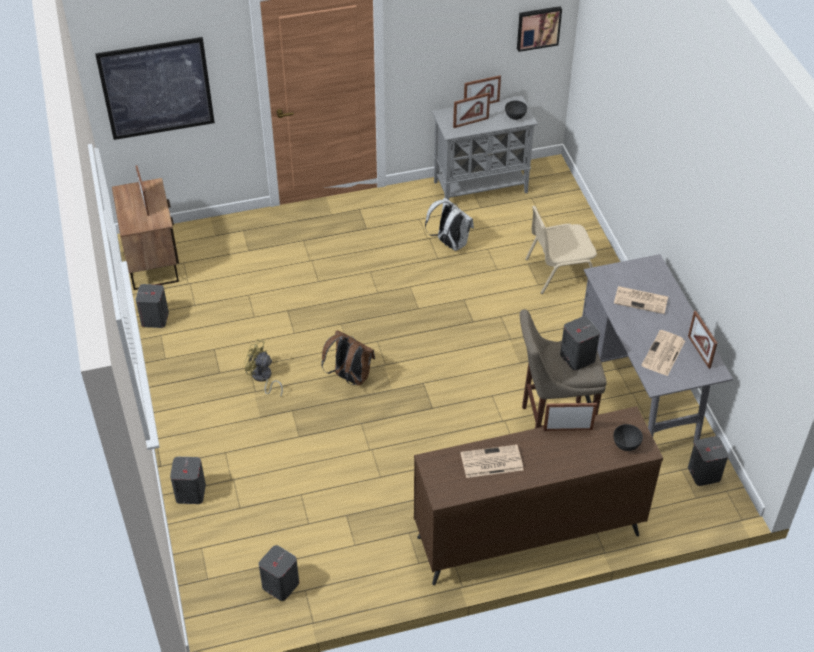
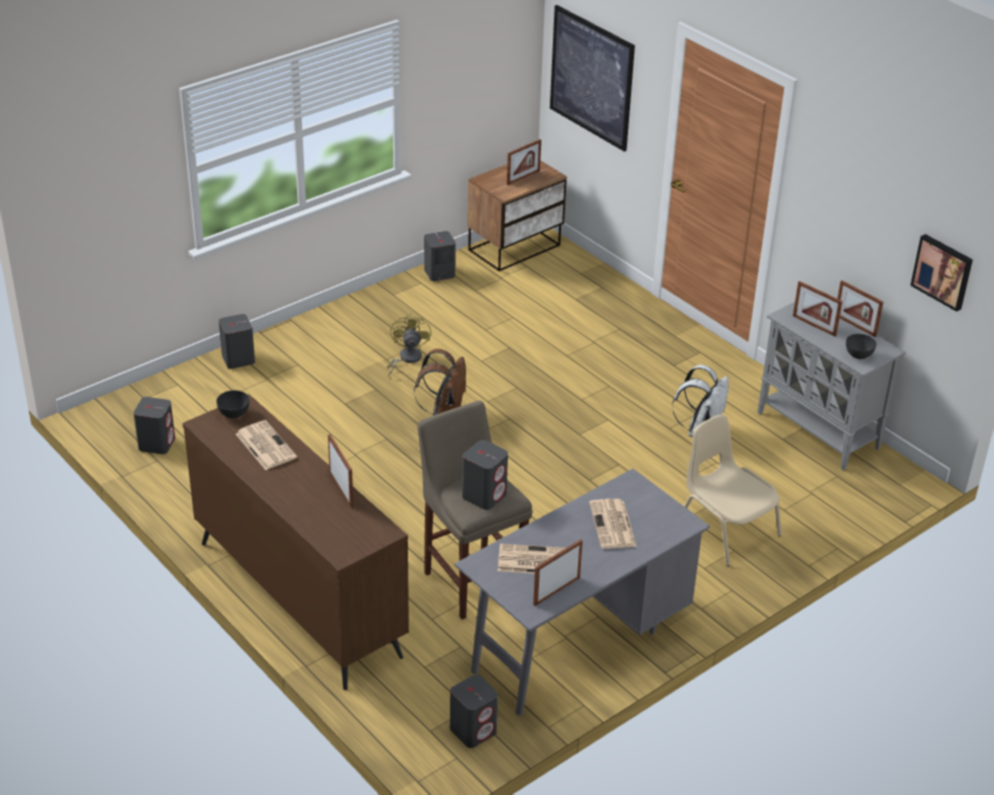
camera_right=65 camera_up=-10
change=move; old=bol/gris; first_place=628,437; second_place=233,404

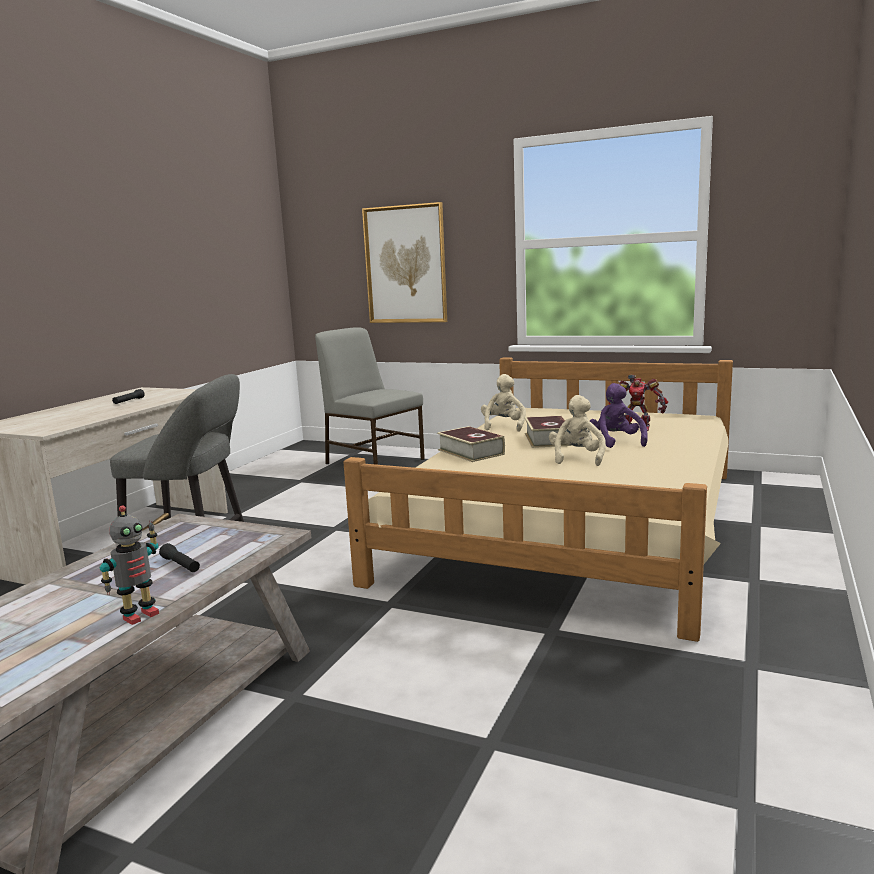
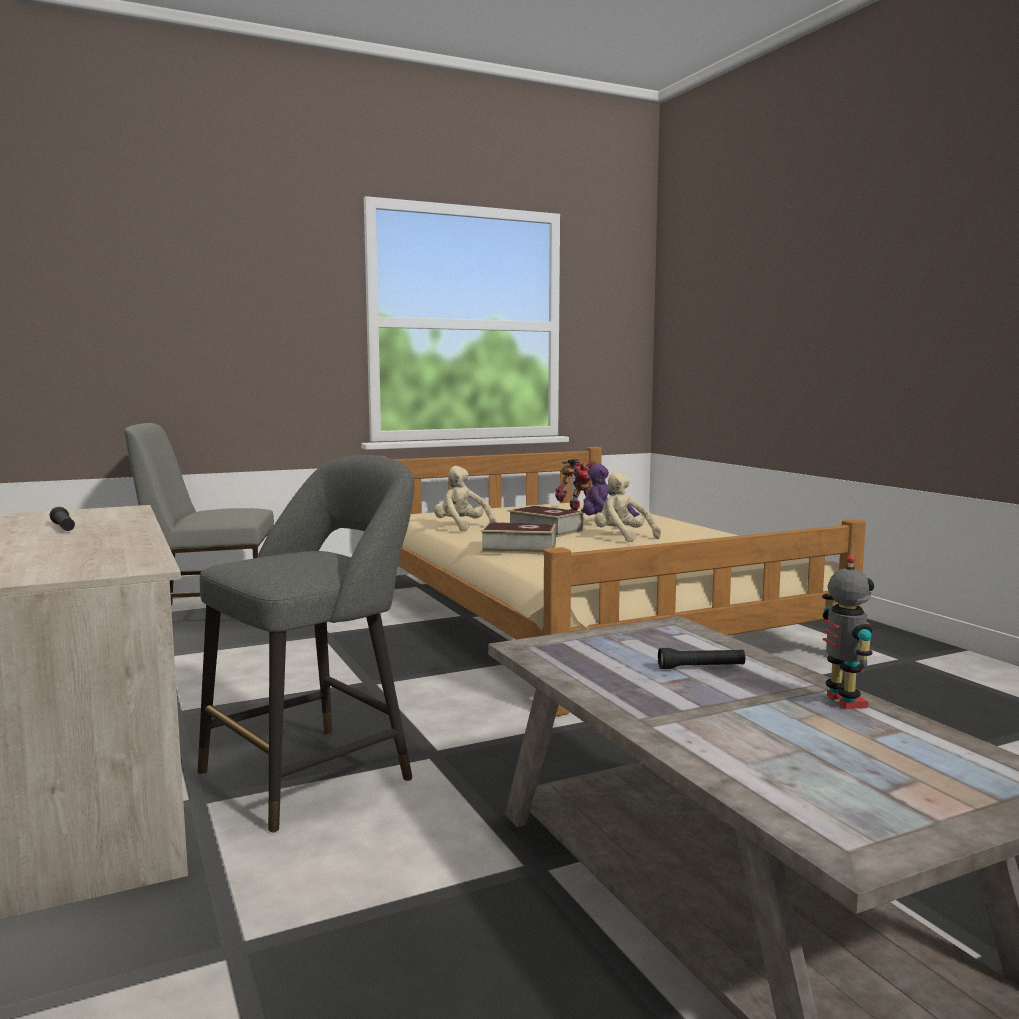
camera_right=-50 camera_up=-5
change=delete; old=tableau; first_place=404,262

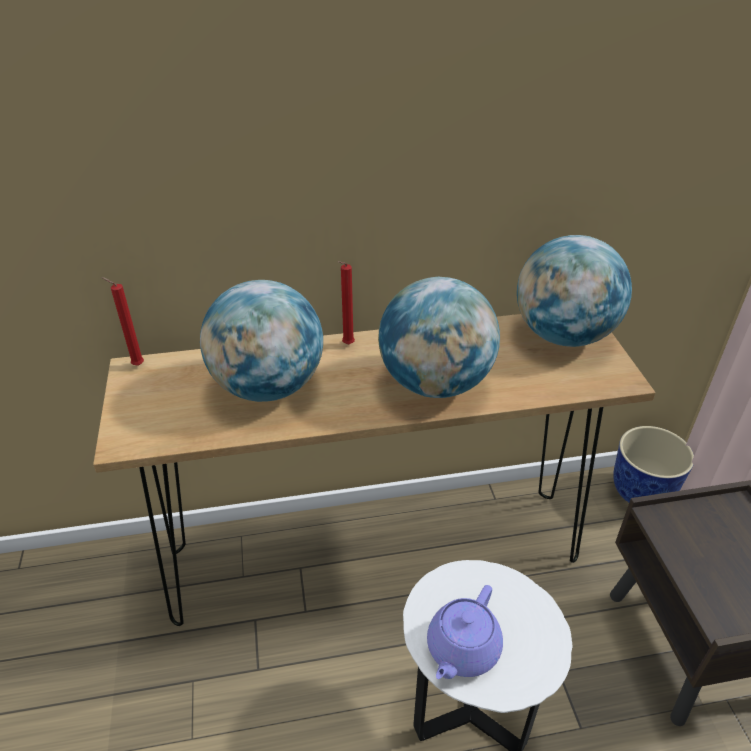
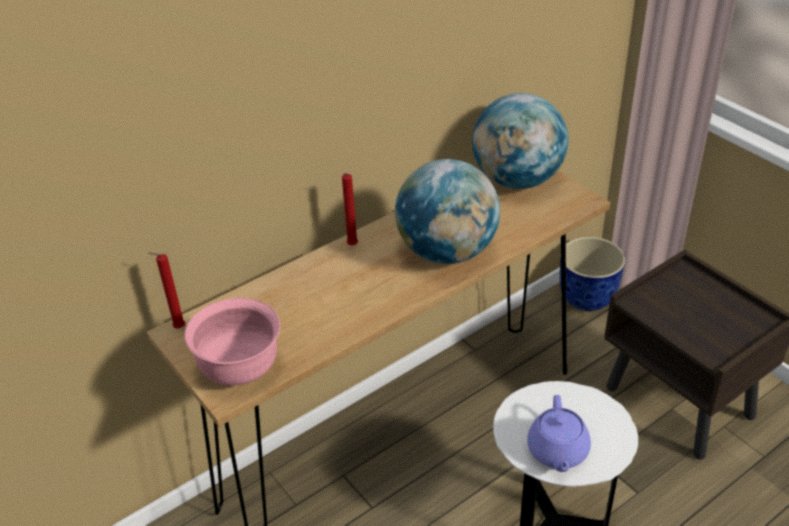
camera_right=-25 camera_up=0
change=insert; new=bol/rose; second_place=232,342
change=delete; old=globe; first_place=261,341

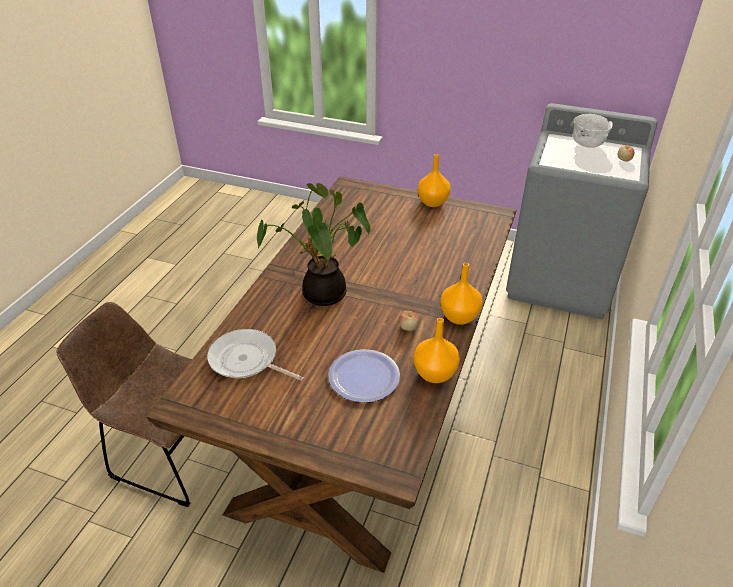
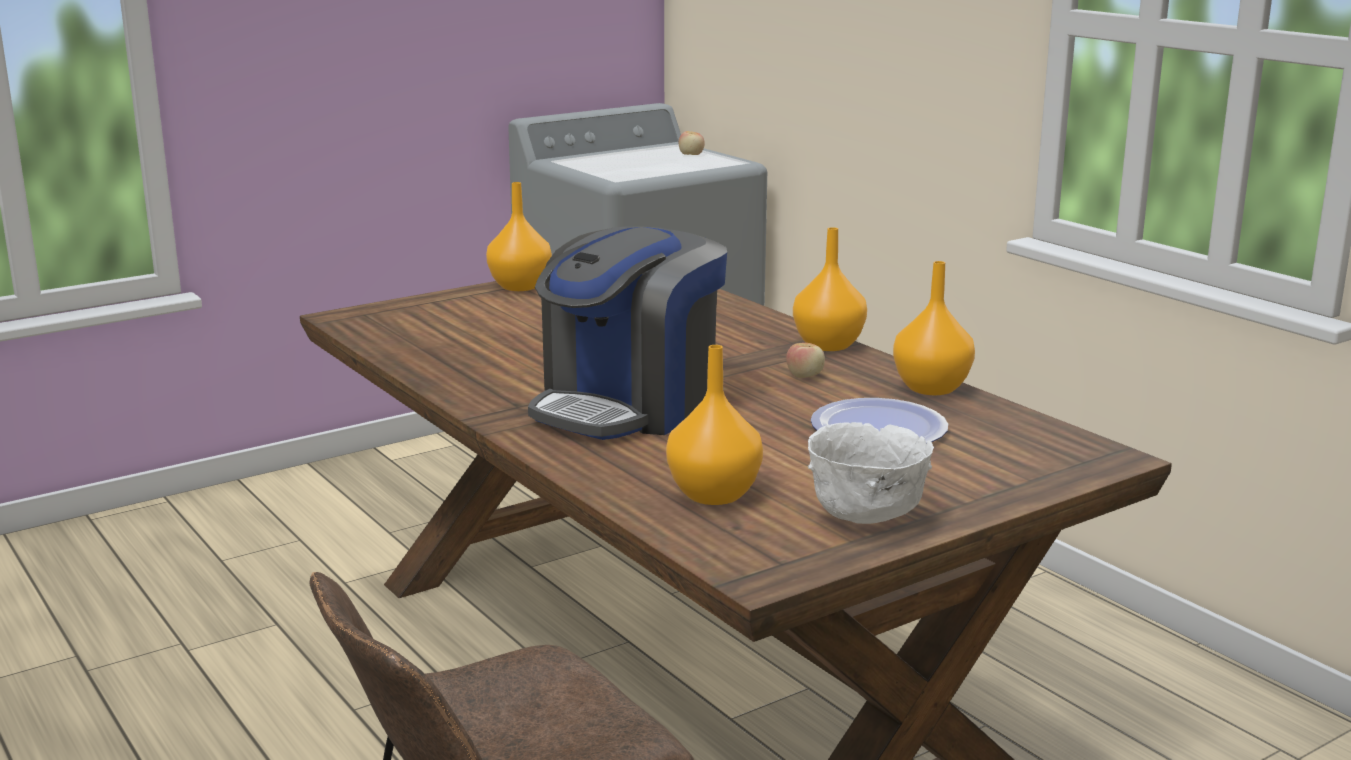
camera_right=-55 camera_up=-20
change=replace; old=plante en pot; new=machine à café; first_place=314,244; second_place=627,333
change=replace; old=poêle; new=vase/orange; first_place=255,355; second_place=714,425
change=move; old=bol/blanc; first_place=593,131; second_place=871,473

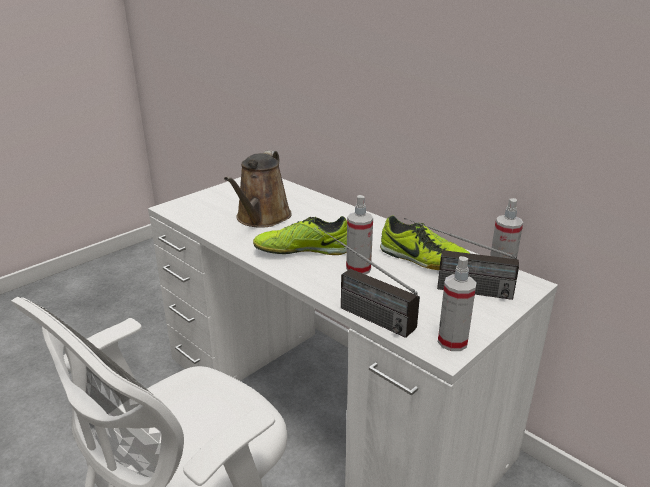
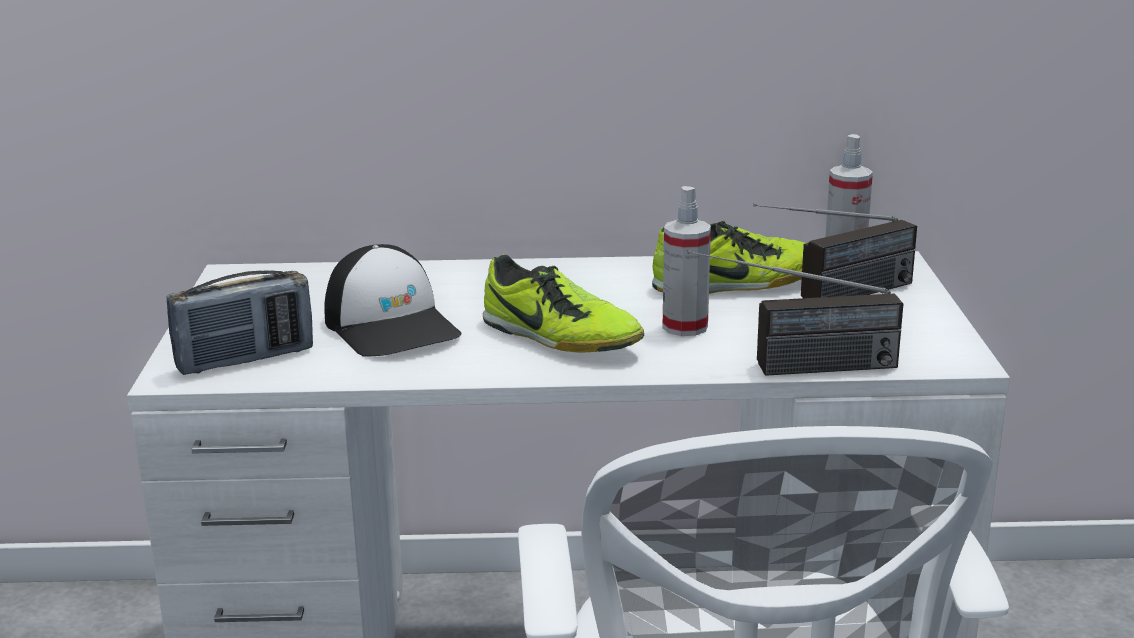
camera_right=-45 camera_up=-5
change=insert; new=radio; second_place=240,322
change=replace; old=arrosoir/marron; new=casquette; first_place=258,189; second_place=393,300
change=rotate; old=chaussure; first_place=300,235; second_place=563,303; degrees=-90
change=delete; old=vaporisateur; first_place=457,303

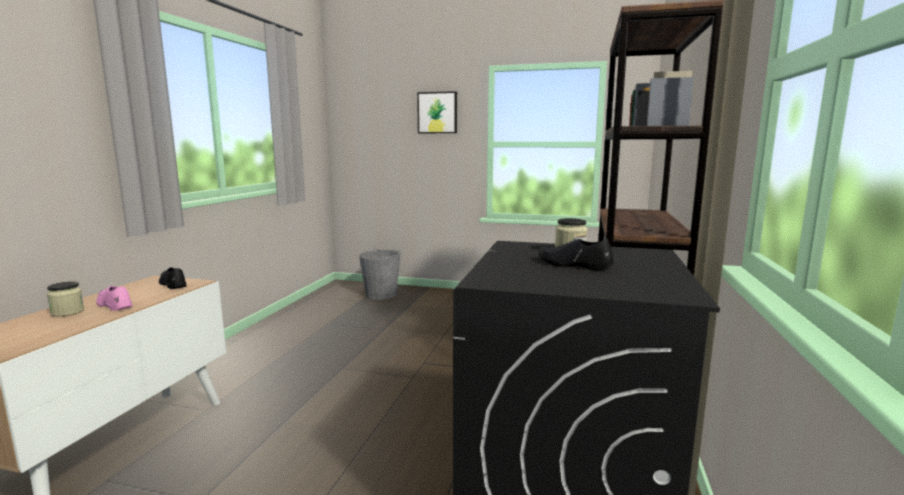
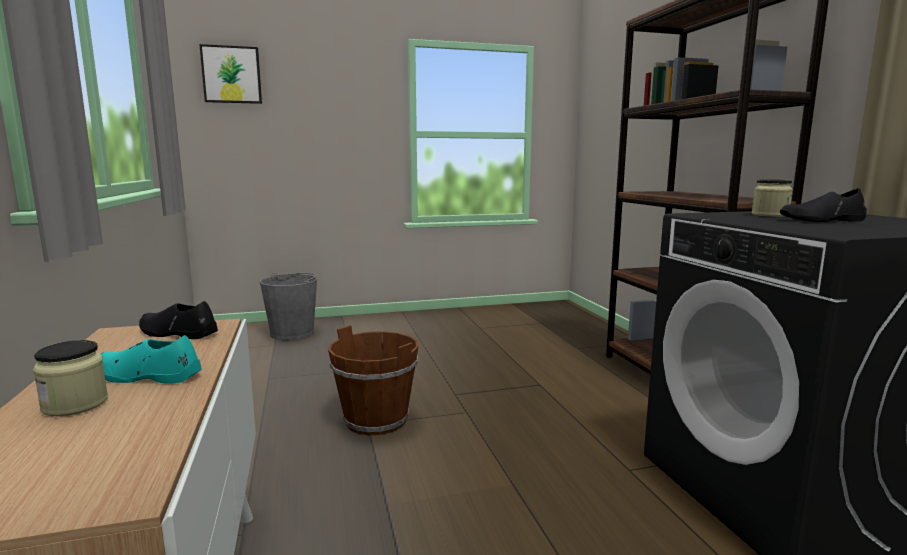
camera_right=-30 camera_up=0
change=recolor; old=chaussure/rose; new=chaussure/turquoise; first_place=114,298; second_place=151,359
change=move; old=tableau; first_place=437,112; second_place=230,74
change=insert; new=seau/marron; second_place=373,380

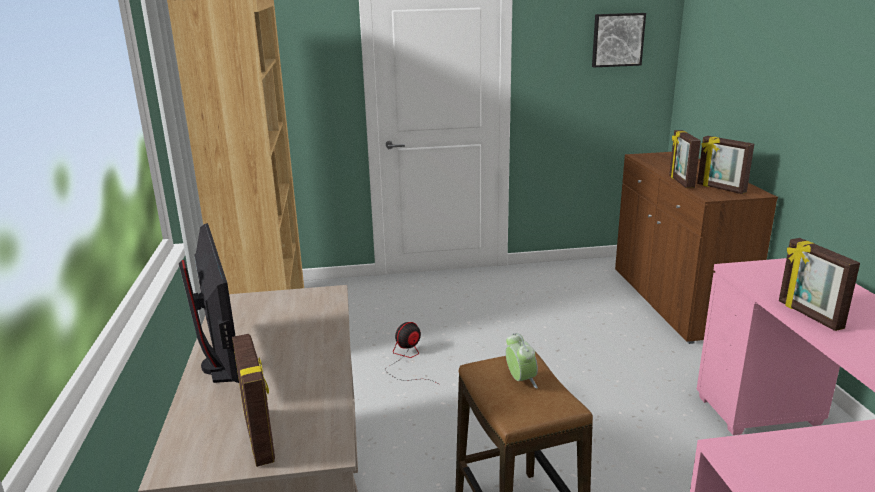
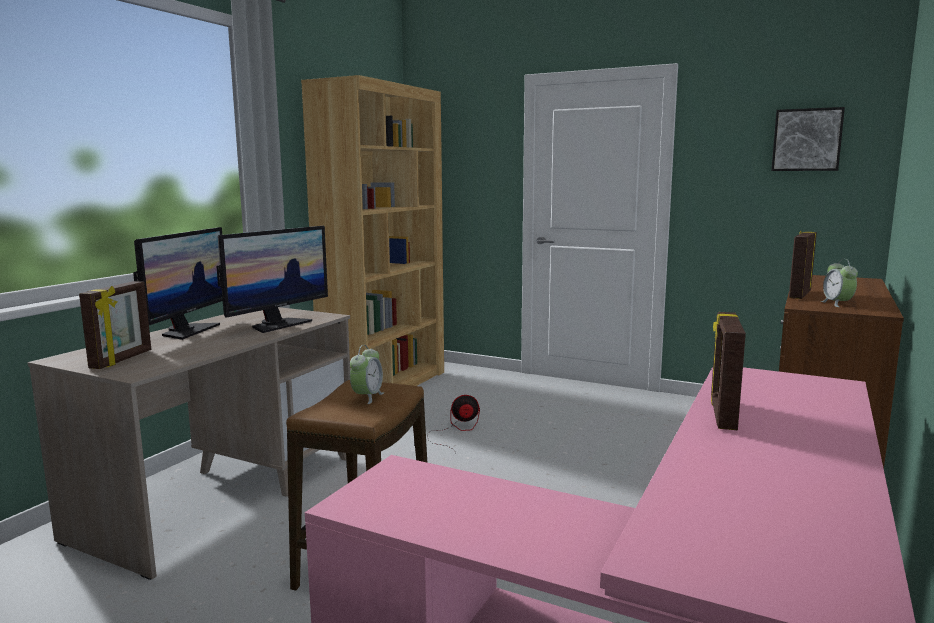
camera_right=35 camera_up=-10
change=insert; new=écran d'ordinateur; second_place=272,279
change=replace; old=cadre photo; new=réveil; first_place=725,165; second_place=839,283

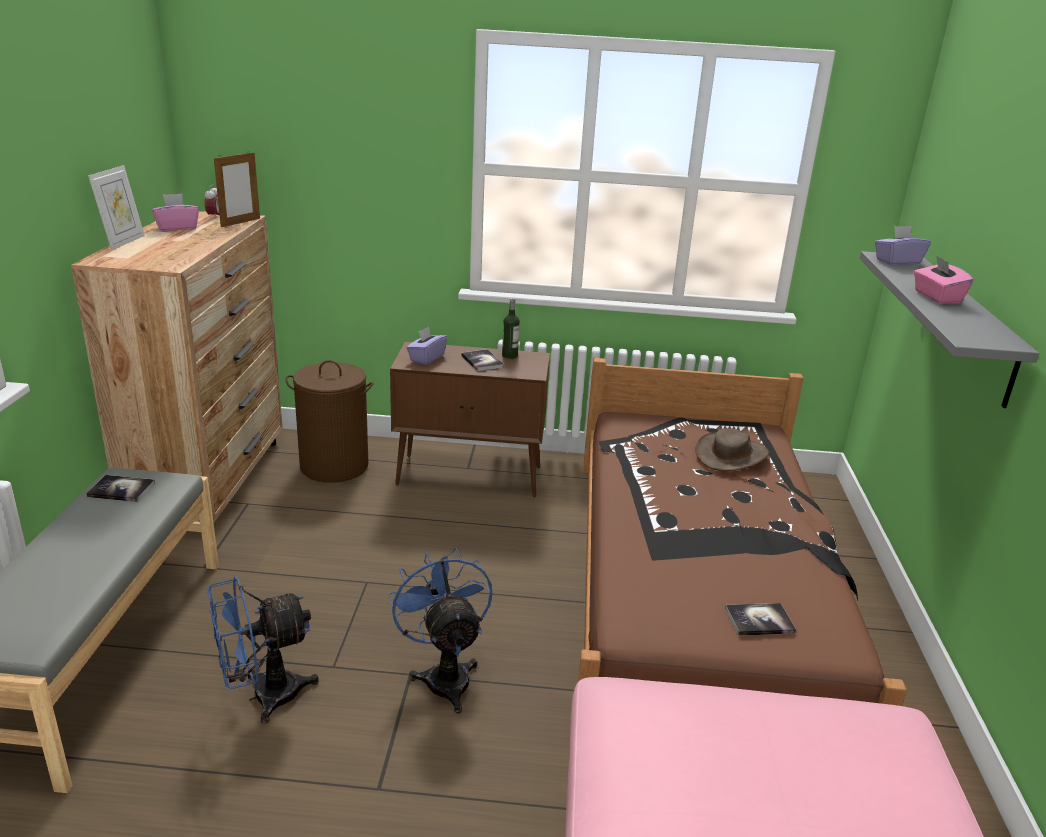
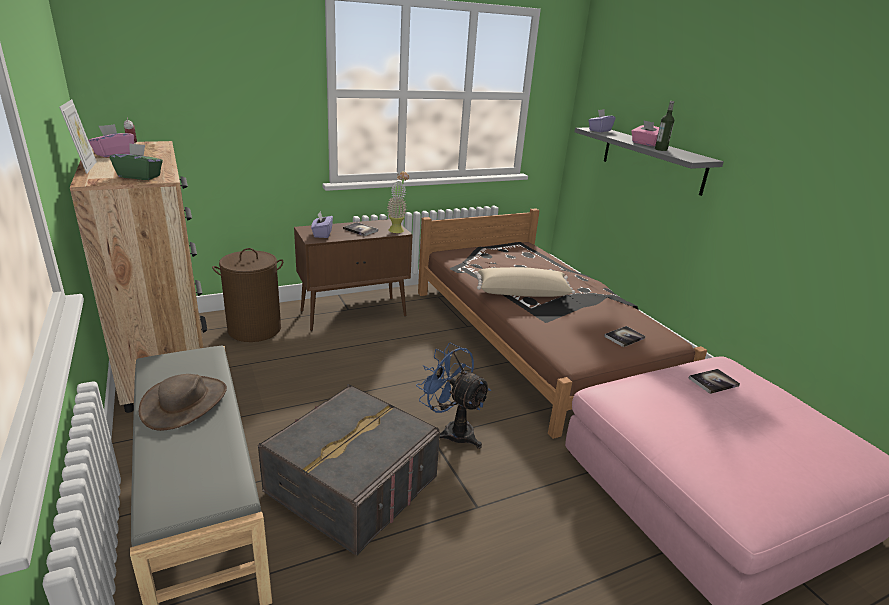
camera_right=-30 camera_up=0
change=insert; new=boîte à mouchoirs/vert; second_place=136,161
change=move; old=chapeau/marron; first_place=732,449; second_place=183,402
change=replace; old=ventilateur/bleu; new=boîte de rangement/gris; first_place=263,650; second_place=349,469
change=insert; new=plante en pot; second_place=398,202
change=insert; new=coussin/beige; second_place=525,282
change=move; old=bouteille; first_place=511,328; second_place=664,126
change=move; old=livre; first_place=120,488; second_place=714,381
change=delete; old=cadre photo; first_place=237,189

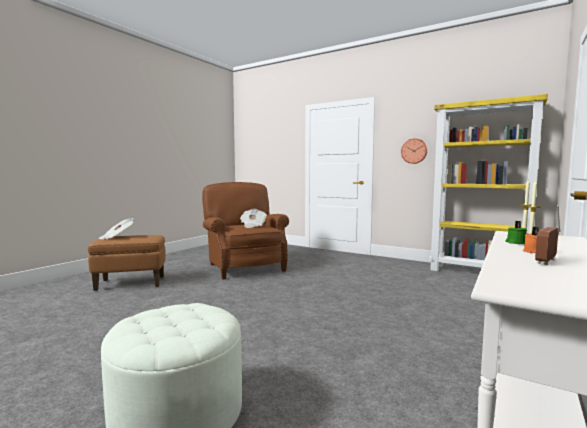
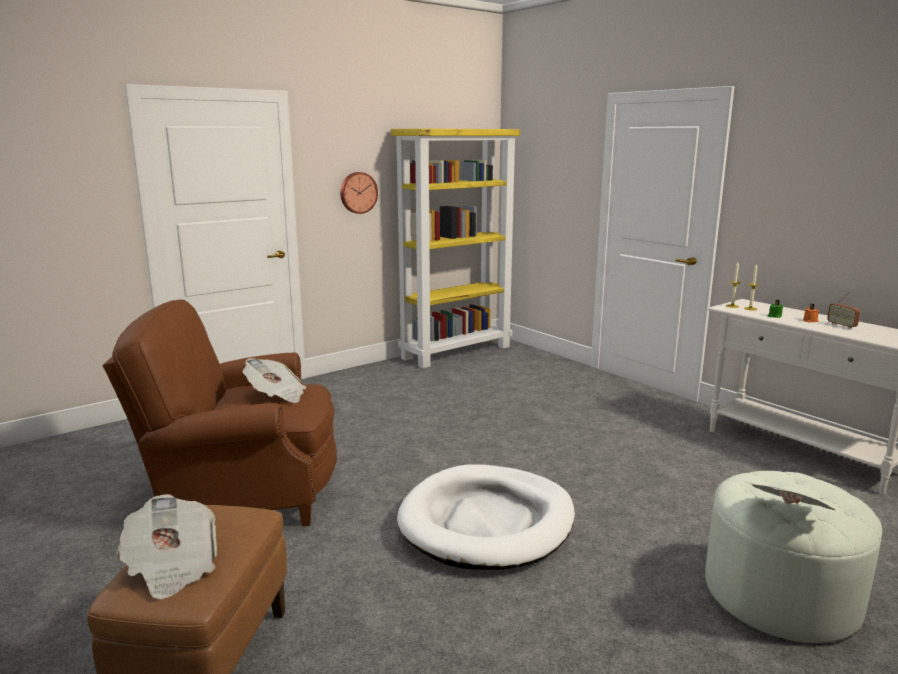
camera_right=-70 camera_up=10
change=insert; new=panier pour chien/blanc; second_place=486,517
change=insert; new=journal; second_place=790,495

